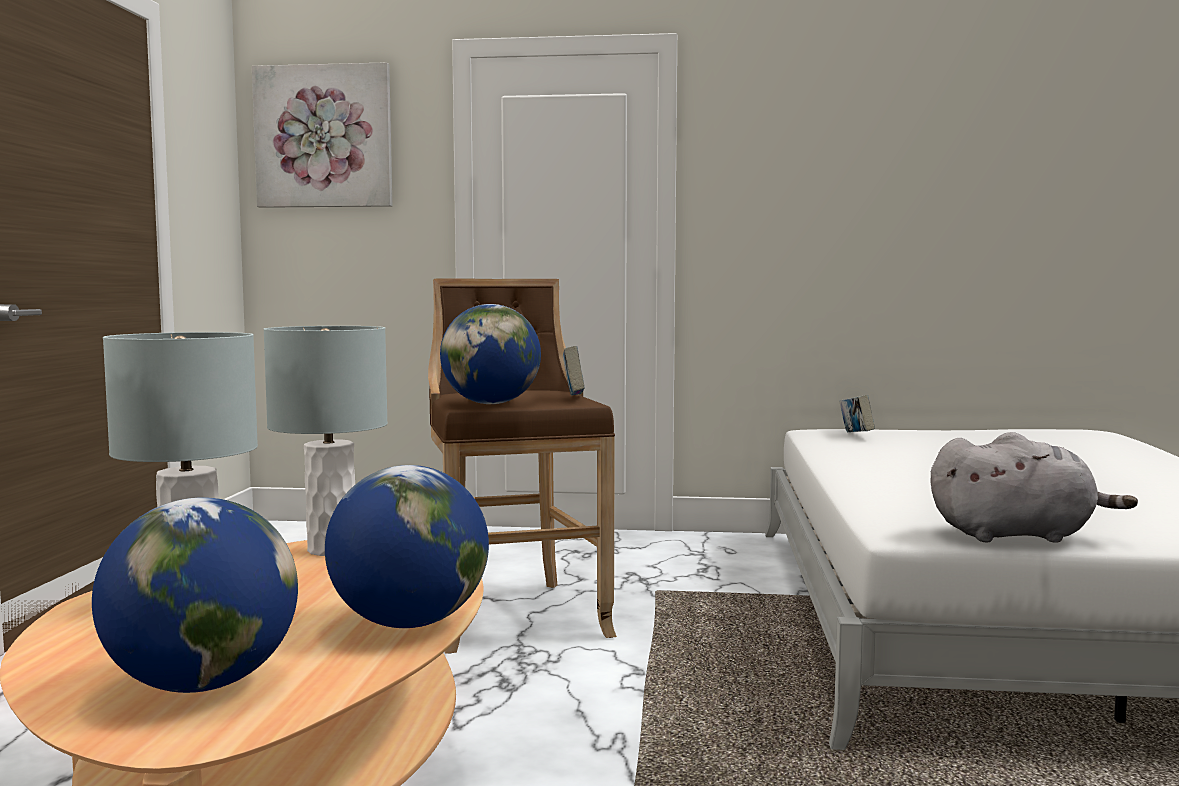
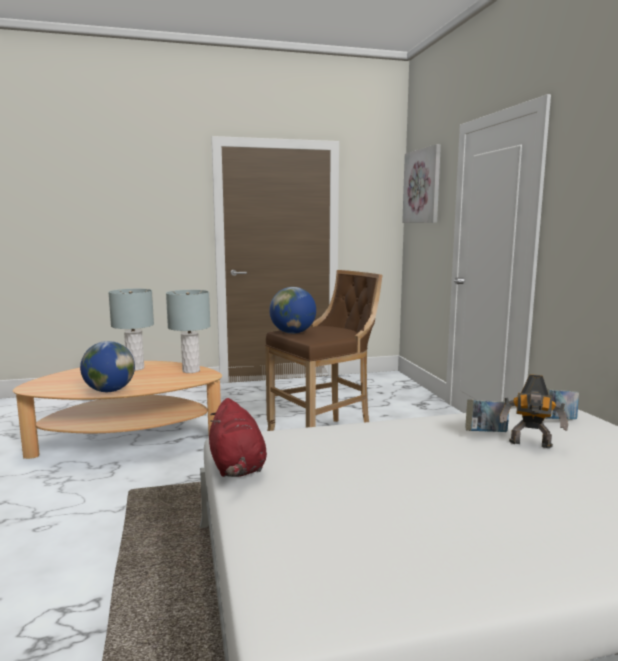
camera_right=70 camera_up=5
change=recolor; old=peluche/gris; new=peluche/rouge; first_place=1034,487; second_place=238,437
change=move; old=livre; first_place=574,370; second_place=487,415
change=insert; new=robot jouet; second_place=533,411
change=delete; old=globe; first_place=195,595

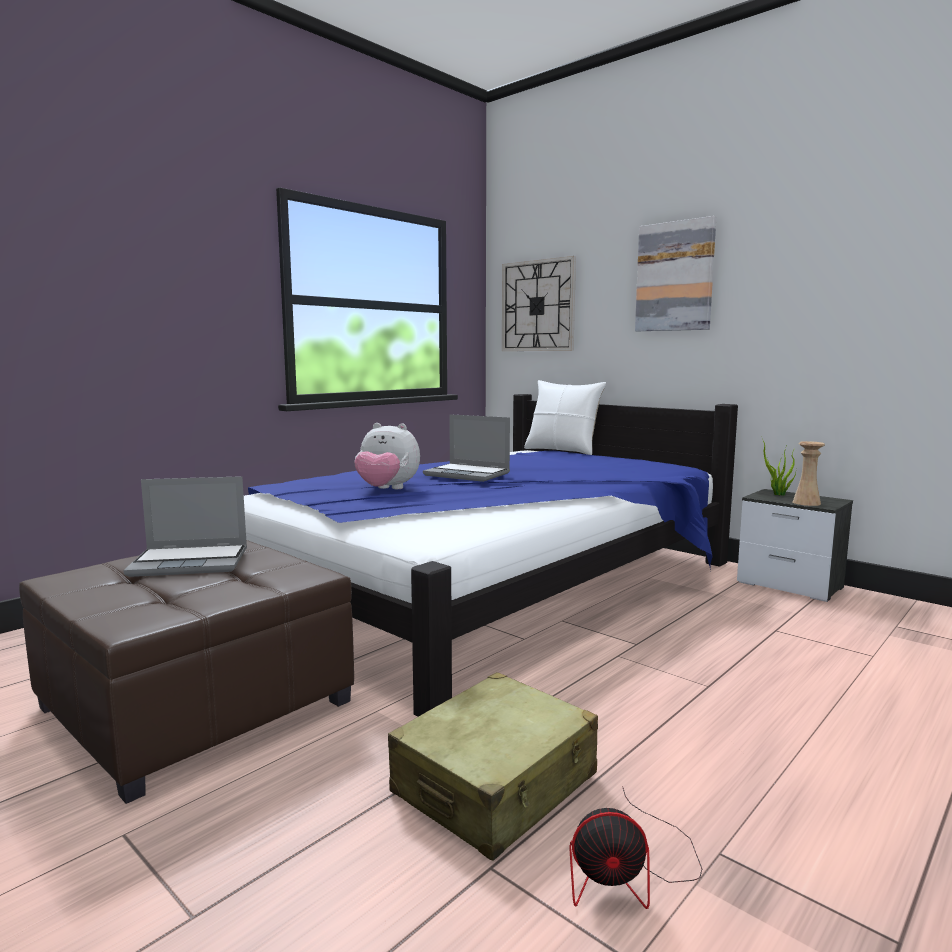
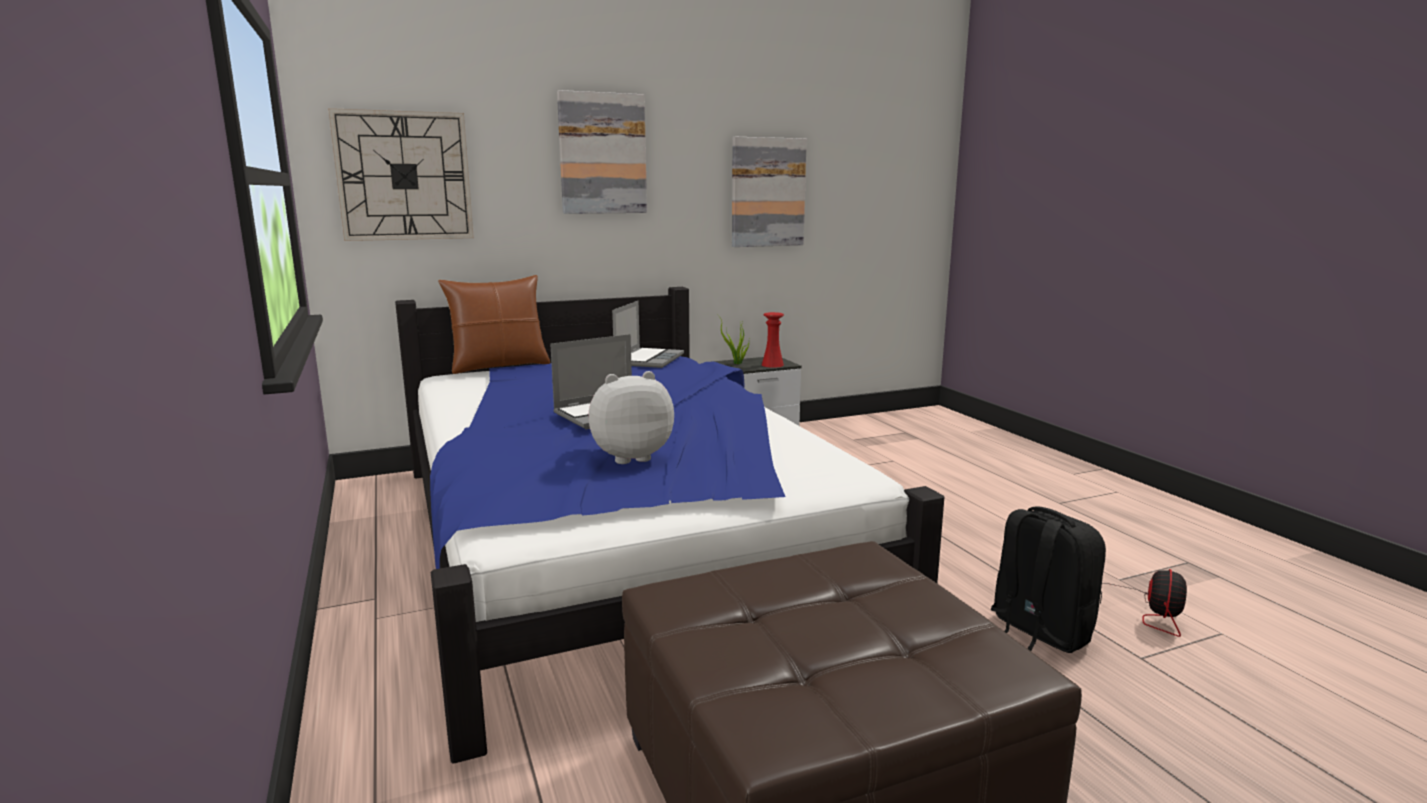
camera_right=-65 camera_up=5
change=recolor; old=coussin/blanc; new=coussin/marron; first_place=565,417; second_place=494,324
change=rotate; old=peluche; first_place=387,456; second_place=631,417; degrees=-150
change=move; old=ordinateur portable; first_place=185,526; second_place=648,334
change=insert; new=tableau; second_place=769,192
change=recolor; old=vase/beige; new=vase/rouge; first_place=809,473; second_place=773,340
change=replace; old=valise/beige; new=sac à dos/noir; first_place=493,766; second_place=1048,579

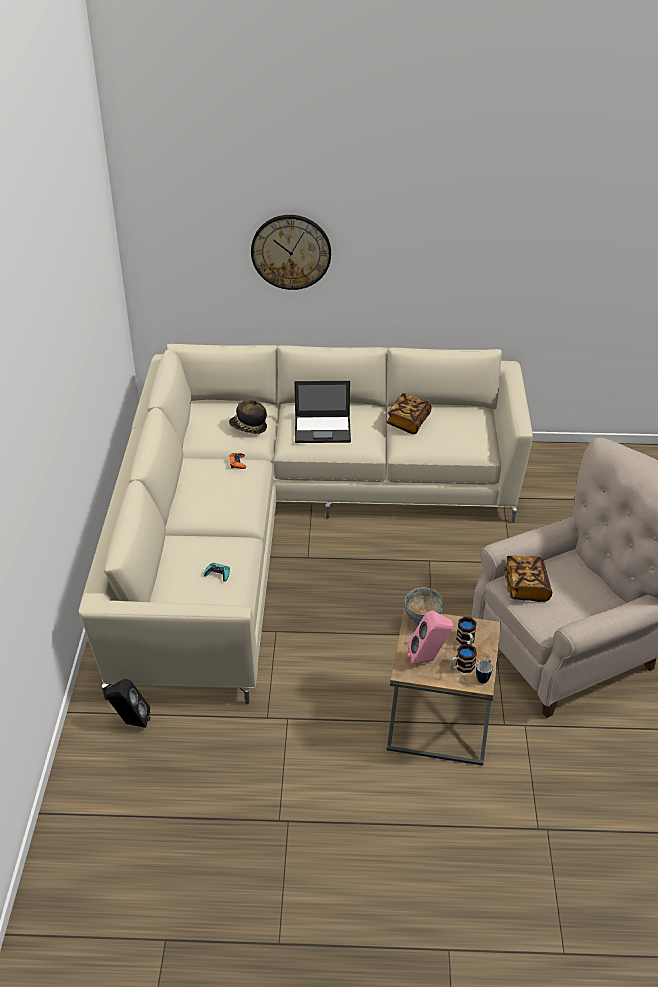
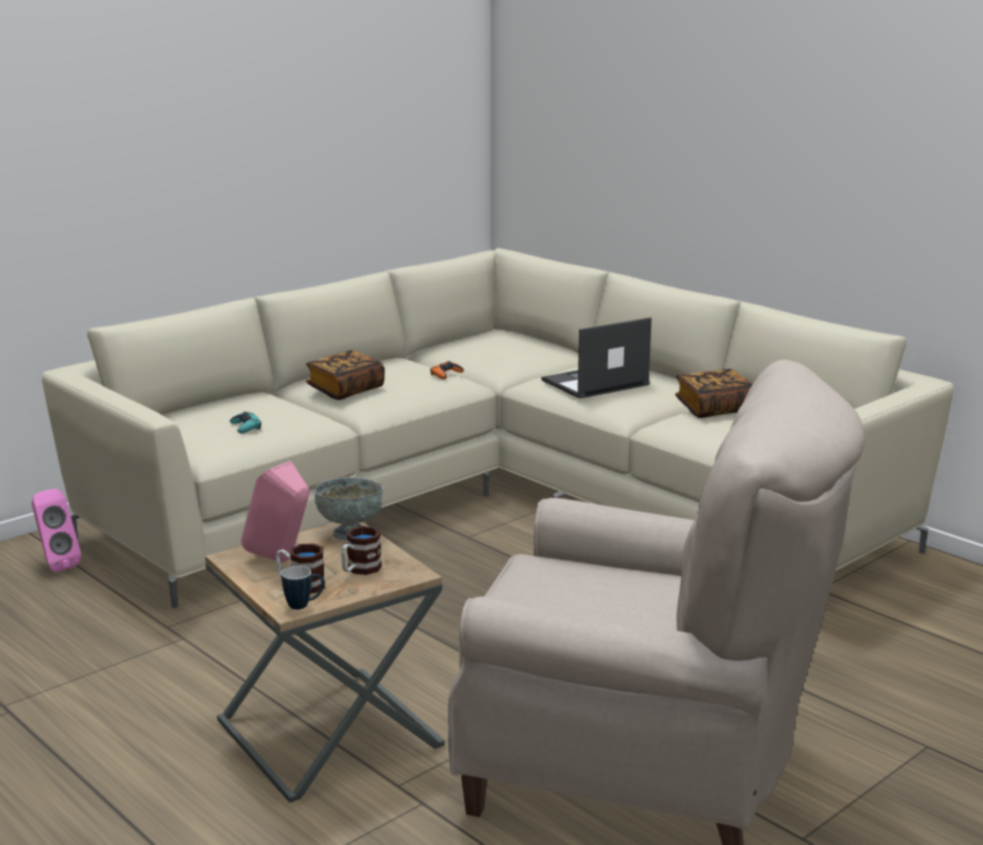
camera_right=45 camera_up=-20
change=recolor; old=enceinte/noir; new=enceinte/rose; first_place=128,703; second_place=56,530
change=move; old=livre; first_place=528,579; second_place=345,375
change=rotate; old=ordinateur portable; first_place=322,412; second_place=596,358; degrees=105
change=delete; old=chapeau; first_place=248,417
change=delete; old=horloge murale; first_place=291,252

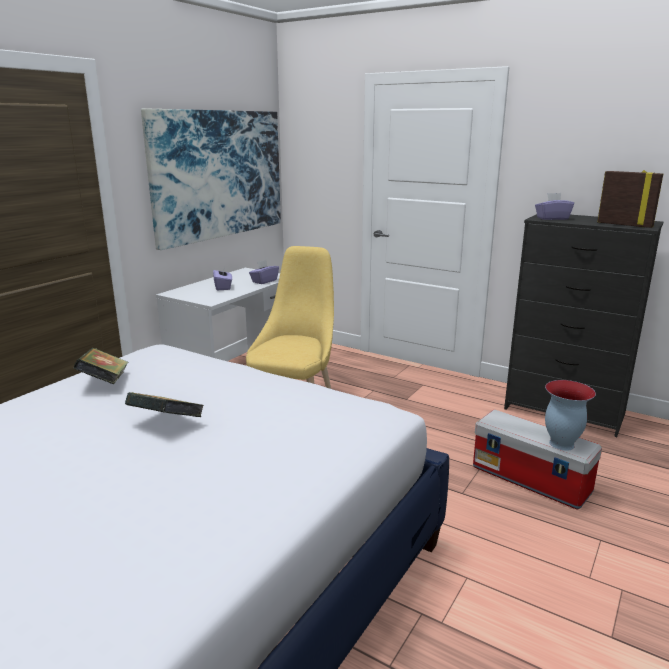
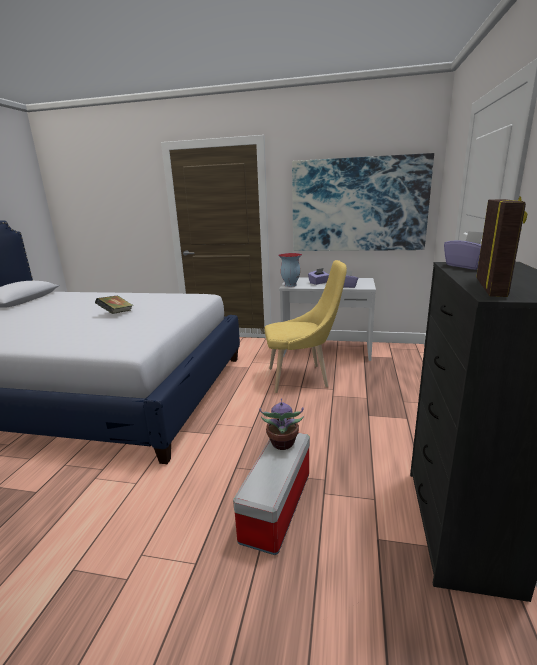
camera_right=70 camera_up=0
change=insert; new=plante en pot; second_place=281,424
change=move; old=vase; first_place=570,415; second_place=290,270
change=delete; old=livre; first_place=101,366

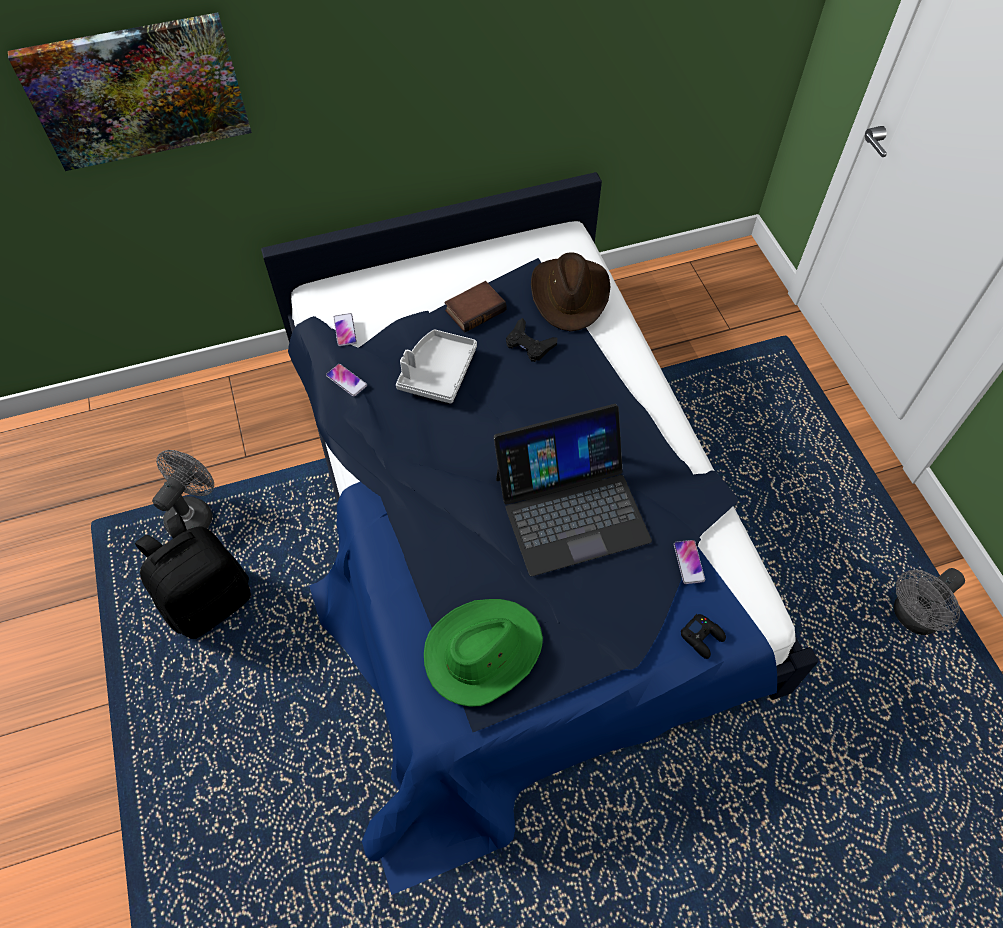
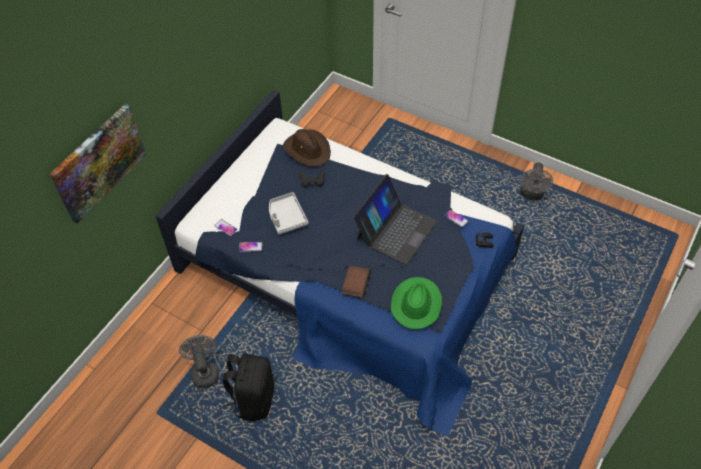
camera_right=-40 camera_up=-5
change=move; old=livre; first_place=476,306; second_place=356,281

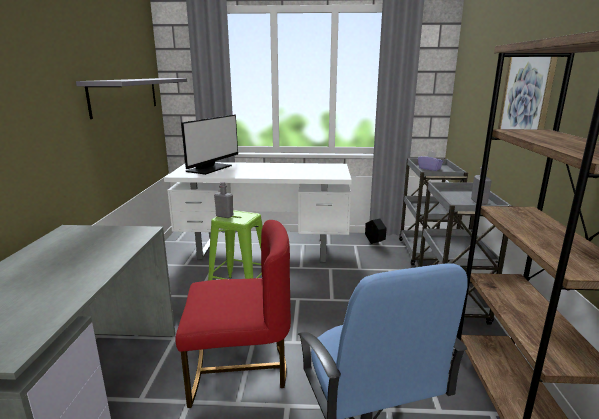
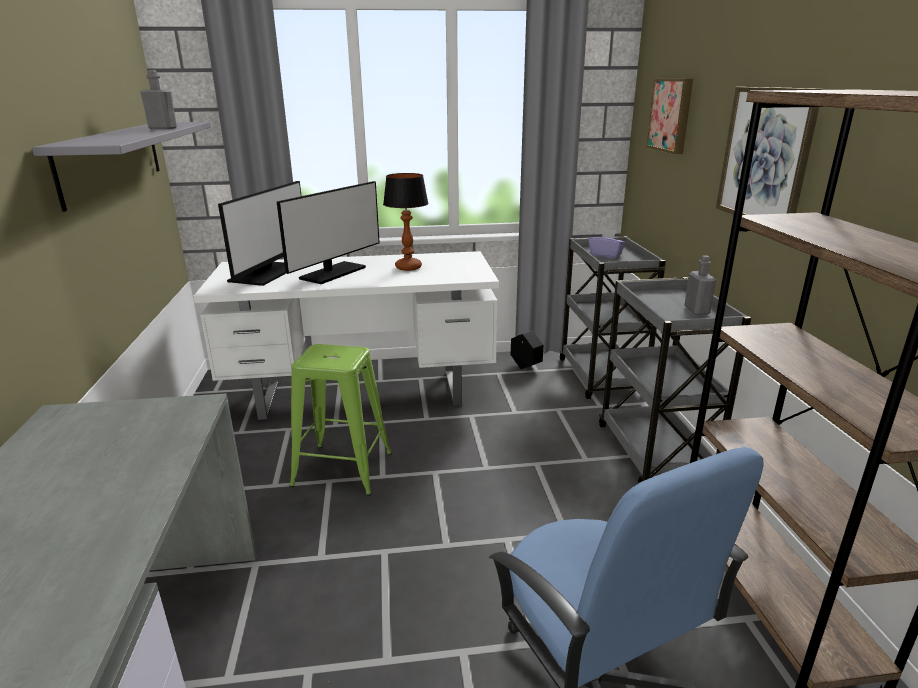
camera_right=-10 camera_up=5
change=move; old=bouteille/gris; first_place=223,200; second_place=158,99
change=insert; new=écran d'ordinateur; second_place=328,232
change=insert; new=lampe de table; second_place=406,222
change=insert; new=tableau; second_place=669,116
change=delete; old=chaise/rouge; first_place=233,314

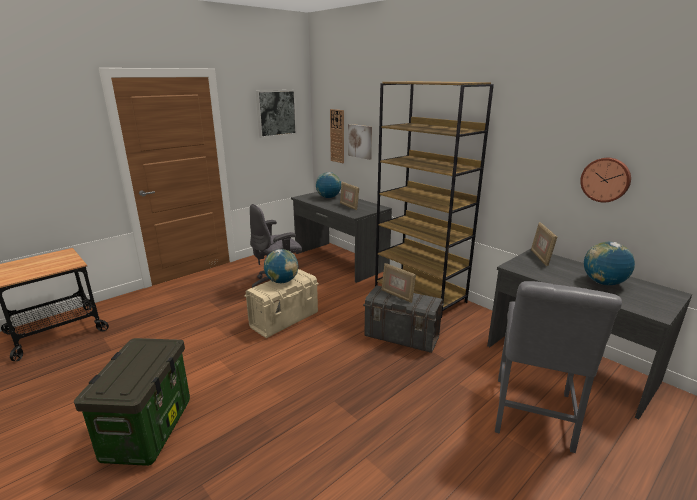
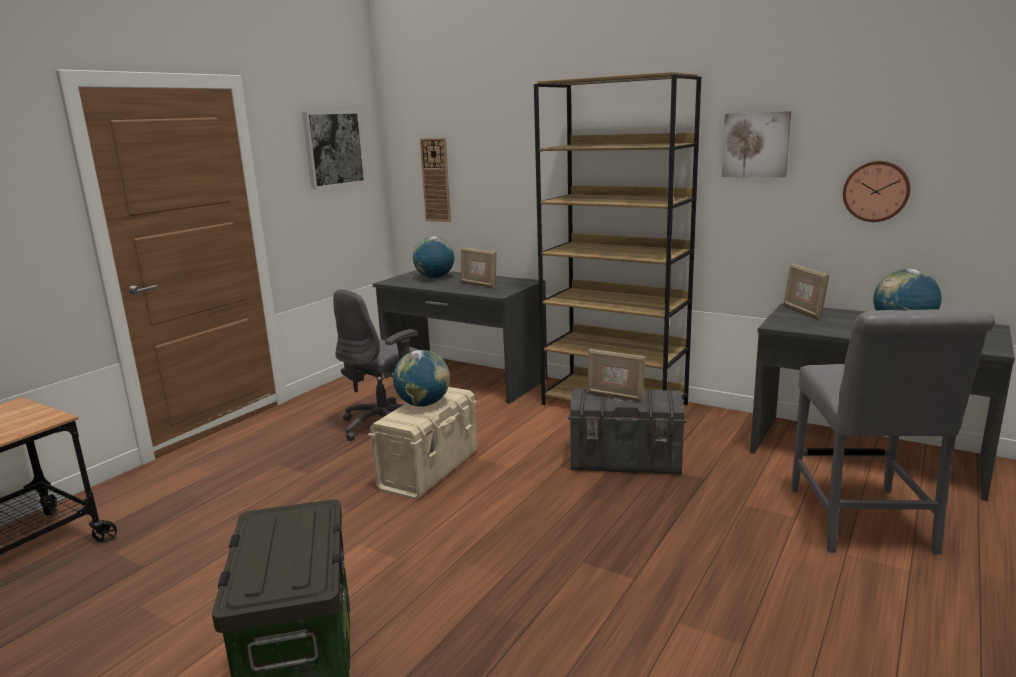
camera_right=-15 camera_up=-5
change=move; old=tableau; first_place=360,142; second_place=756,144

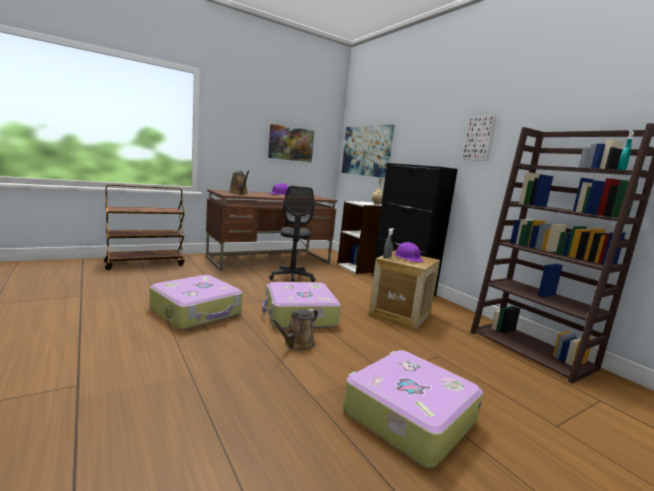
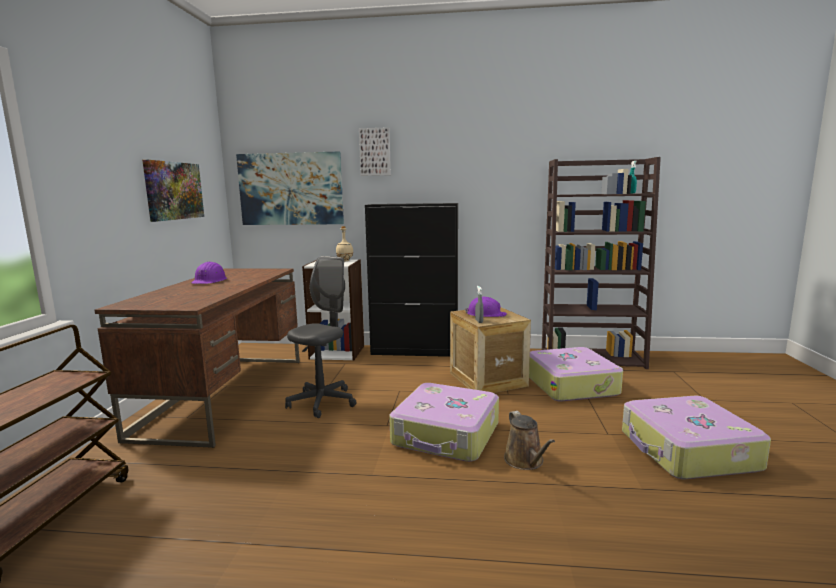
camera_right=-50 camera_up=0
change=rotate; old=chaise de bureau/gris; first_place=292,234; second_place=320,337; degrees=-90
change=move; old=tableau; first_place=479,138; second_place=375,151
change=move; old=valise; first_place=196,302; second_place=576,374
change=delete; old=arrosoir/marron; first_place=239,182

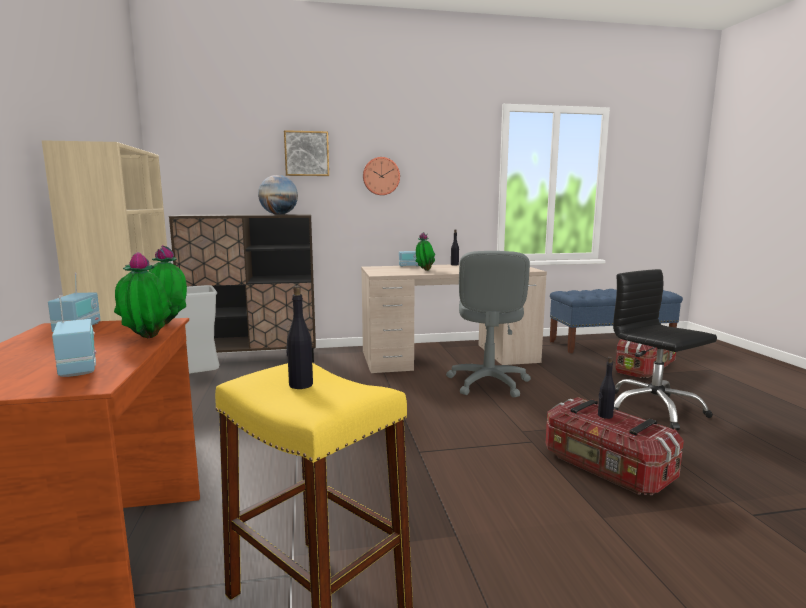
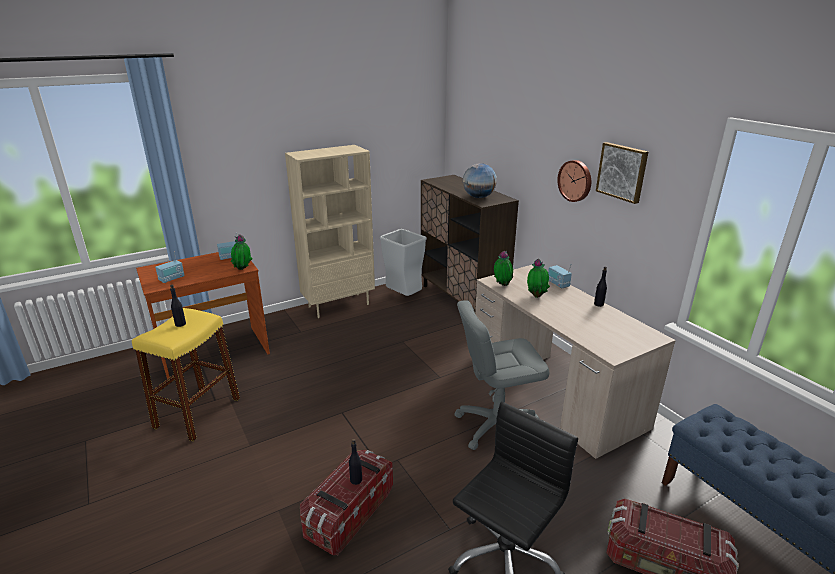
camera_right=70 camera_up=15
change=move; old=plante en pot; first_place=142,295; second_place=503,268
change=move; old=tableau; first_place=306,153; second_place=622,173

